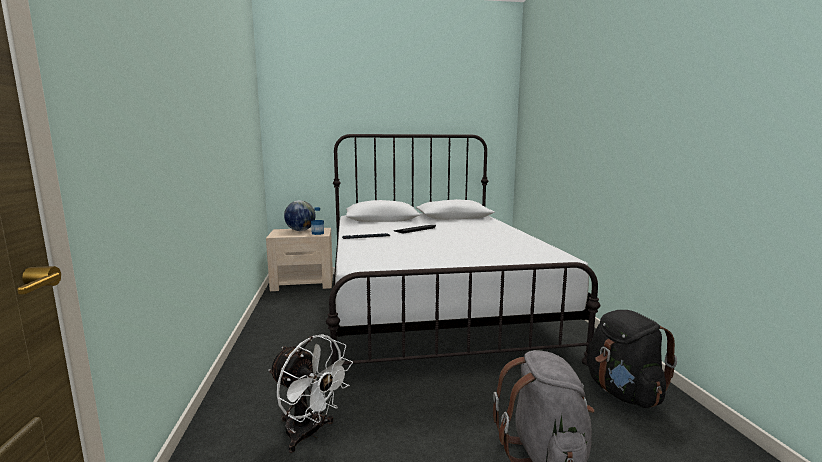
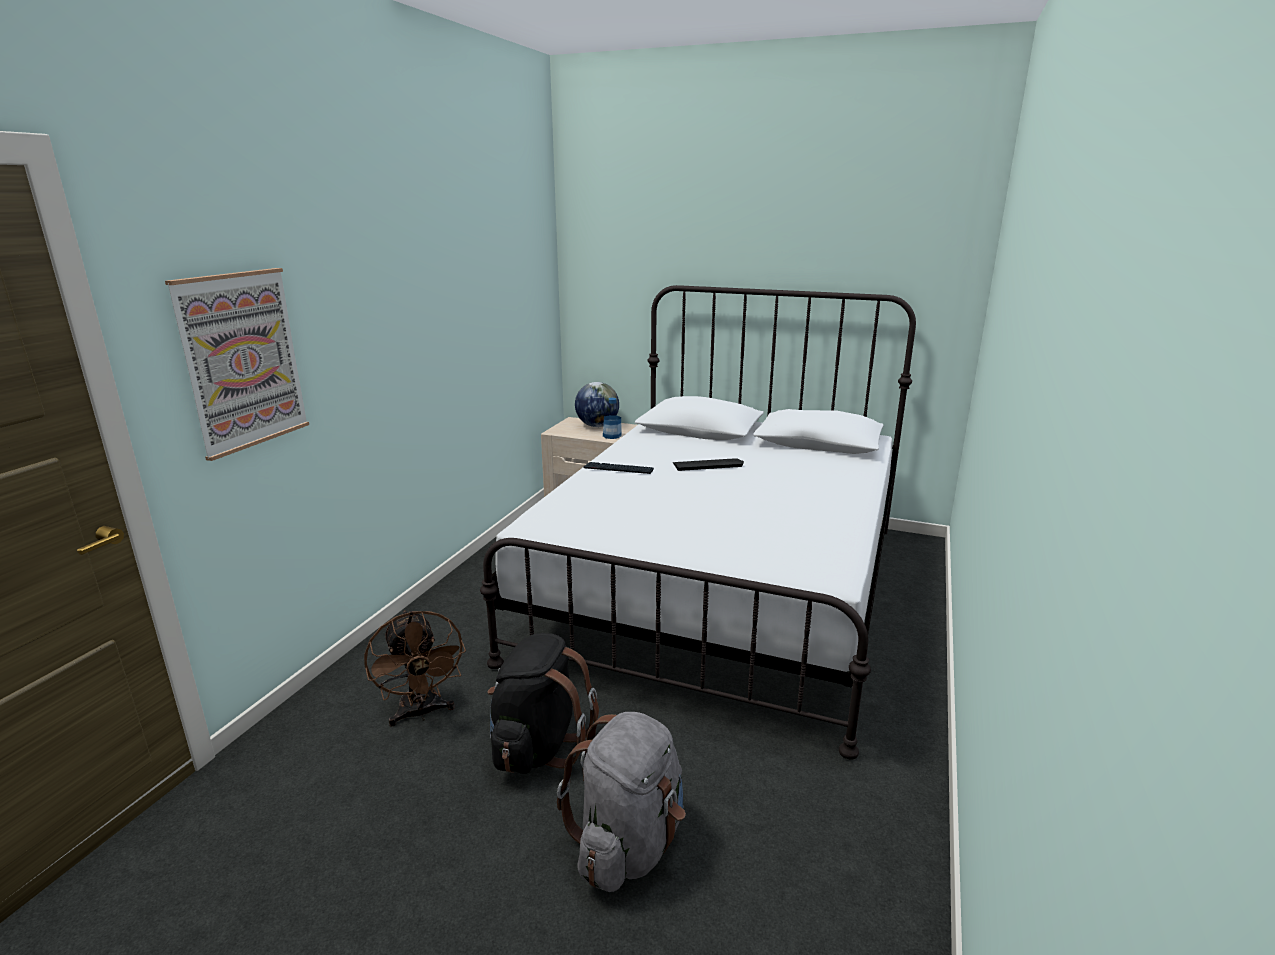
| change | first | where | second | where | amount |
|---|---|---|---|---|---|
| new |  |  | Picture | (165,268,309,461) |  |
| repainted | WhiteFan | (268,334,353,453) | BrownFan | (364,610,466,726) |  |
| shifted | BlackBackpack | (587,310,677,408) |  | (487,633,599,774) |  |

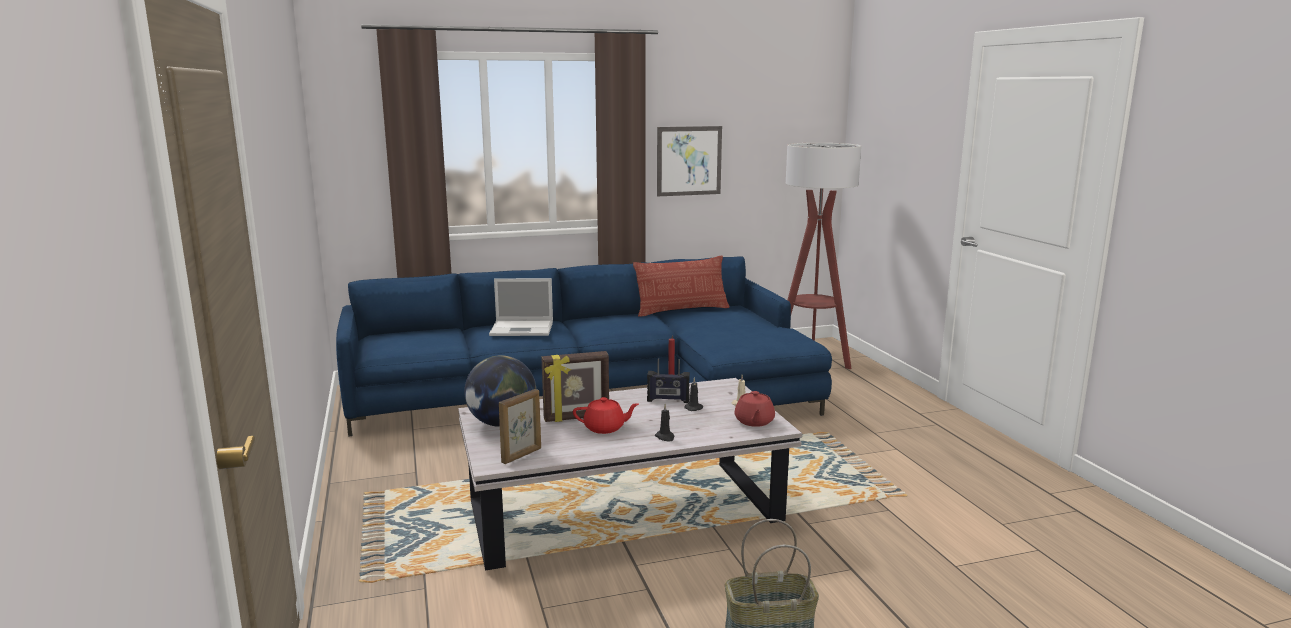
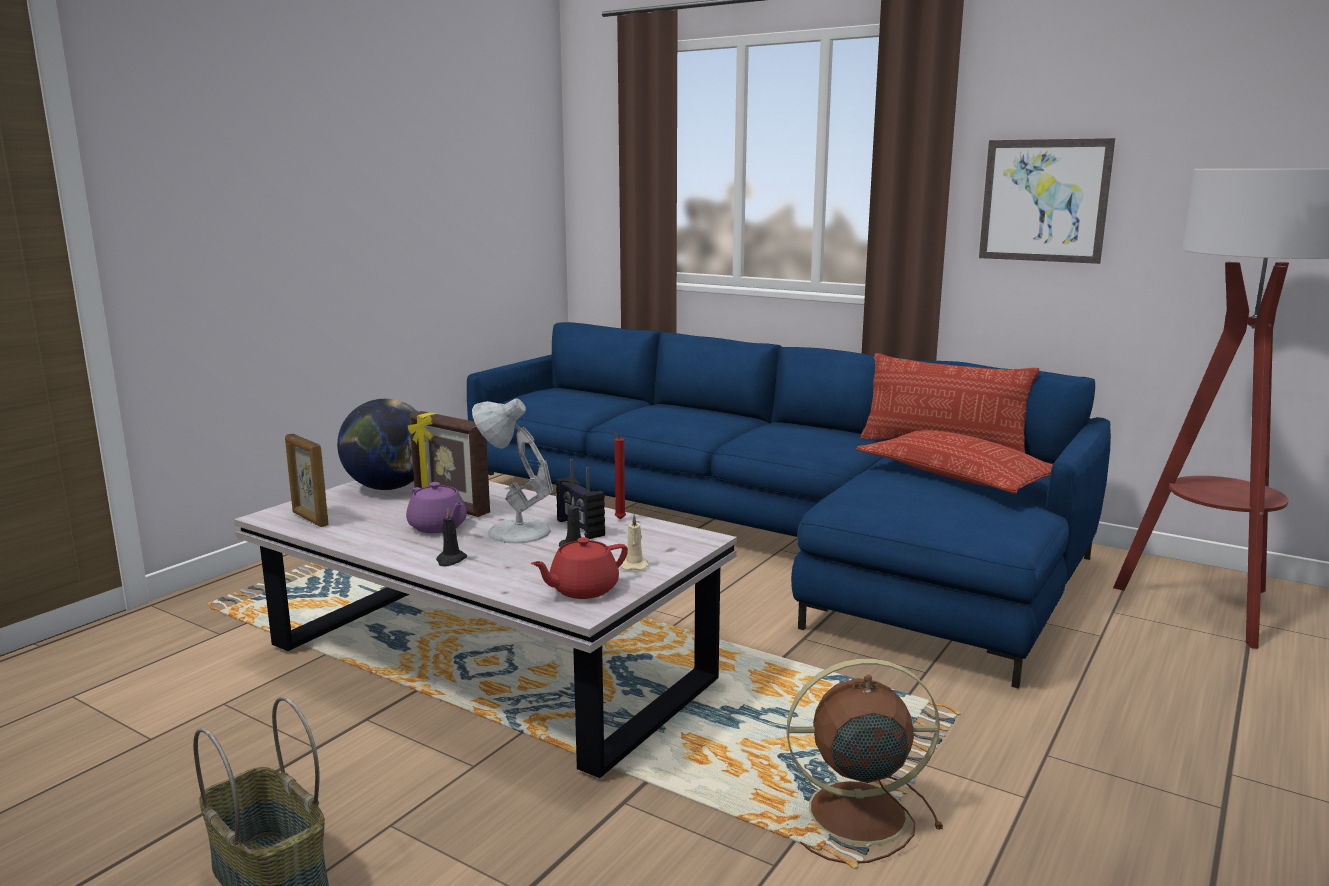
| change | first | where | second | where | amount |
|---|---|---|---|---|---|
| rotated | PictureFrame | (499,389,541,464) |  | (285,433,329,527) | 45 degrees clockwise |
| repainted | RedTeapot | (573,397,639,434) | PurpleTeapot | (406,482,467,533) |  |
| new |  |  | WhiteTableLamp | (472,398,553,544) |  |
| new |  |  | BrownFan | (786,659,943,864) |  |
| new |  |  | Pillow | (856,430,1053,494) |  |
| gone | Laptop | (489,278,553,336) |  |  |  |

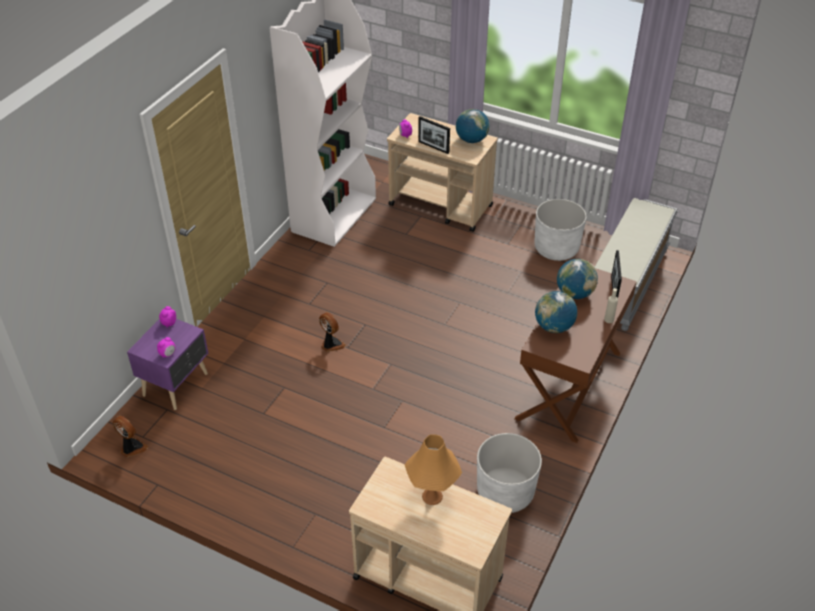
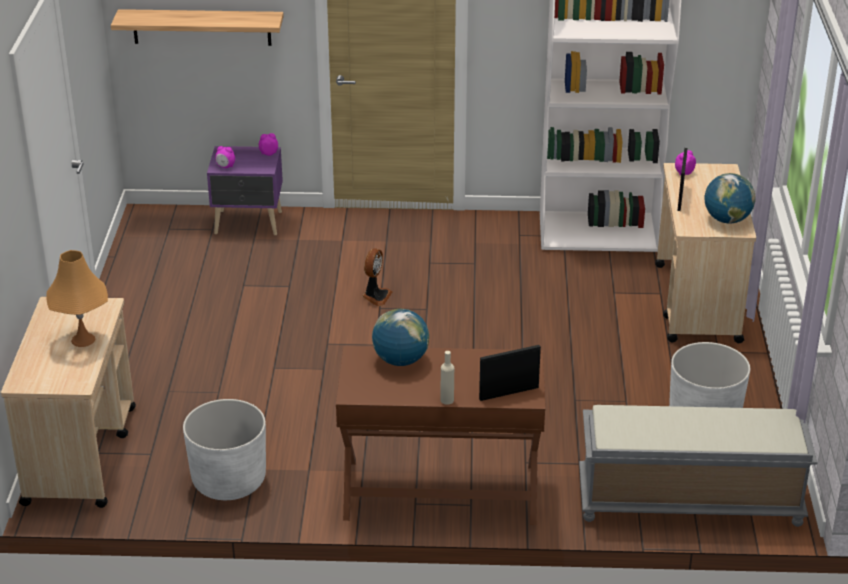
| change | first | where | second | where | amount |
|---|---|---|---|---|---|
| new |  |  | Shelf | (111,9,284,46) |  |
| gone | Fan | (113,416,148,457) |  |  |  |
| gone | Globe | (557,259,598,299) |  |  |  |

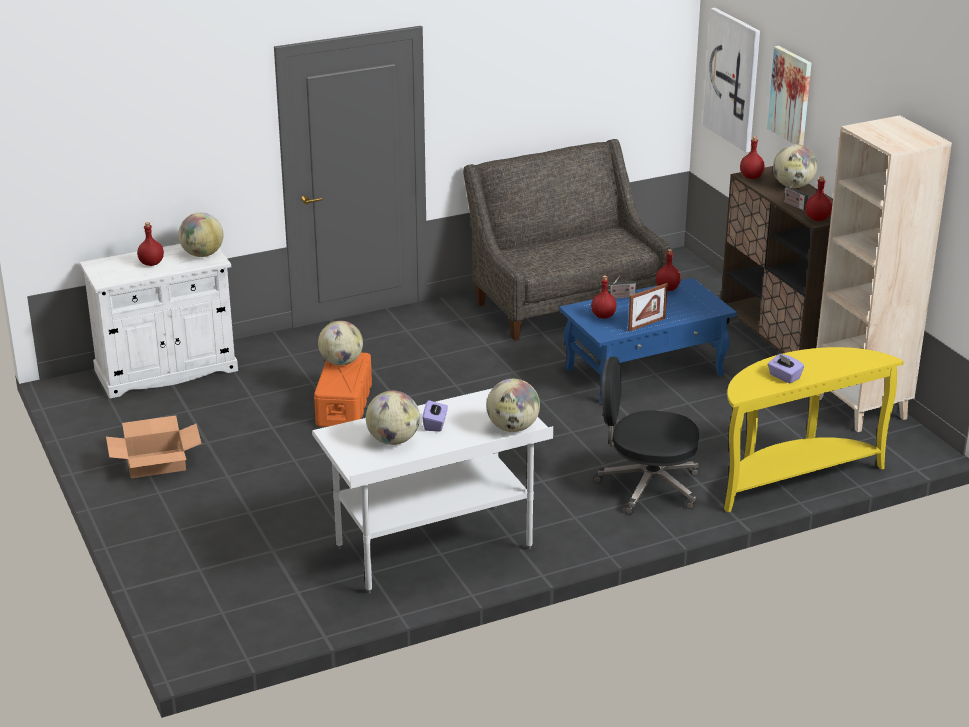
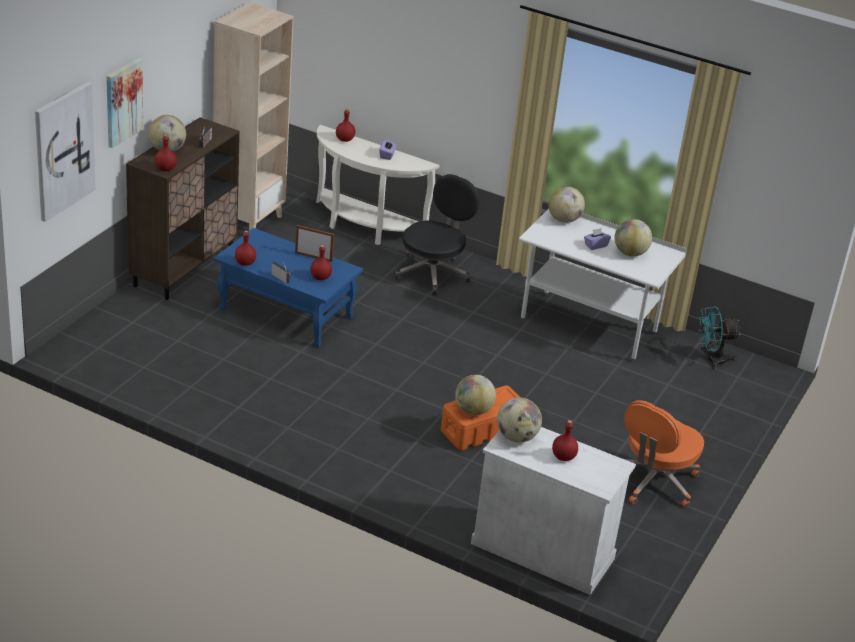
| change | first | where | second | where | amount |
|---|---|---|---|---|---|
| repainted | YellowConsoleTable | (724,347,904,512) | WhiteConsoleTable | (316,125,440,245) |  |
| shifted | RedBottle | (805,176,832,221) |  | (336,109,355,142) |  |
| rotated | BlackOfficeChair | (593,357,699,515) |  | (395,174,479,296) | 120 degrees counterclockwise |
| swapped | CardboardBox | (106,415,202,478) | OrangeOfficeChair | (624,400,704,508) |  |
| new |  |  | TurquoiseFan | (697,306,741,369) |  |
| gone | GreySofa | (463,139,670,341) |  |  |  |

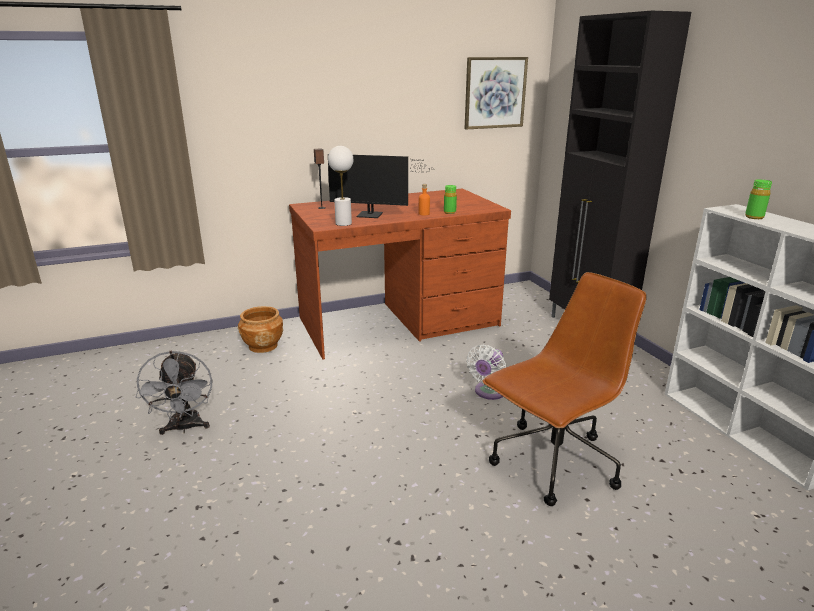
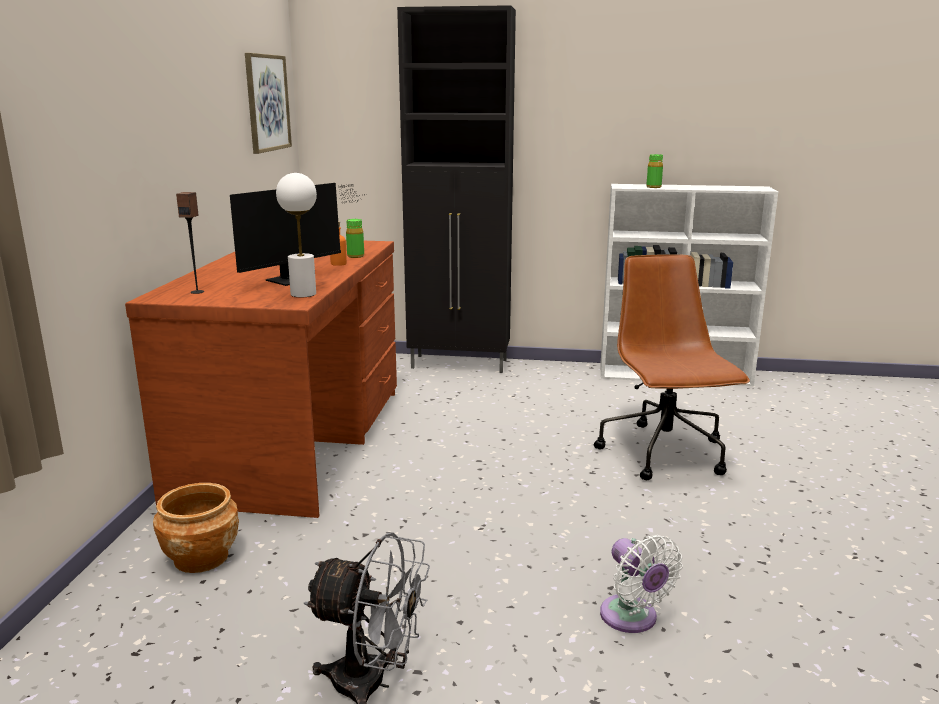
| change | first | where | second | where | amount |
|---|---|---|---|---|---|
| shifted | WhiteFan | (466,344,506,400) |  | (600,535,683,633) |  |

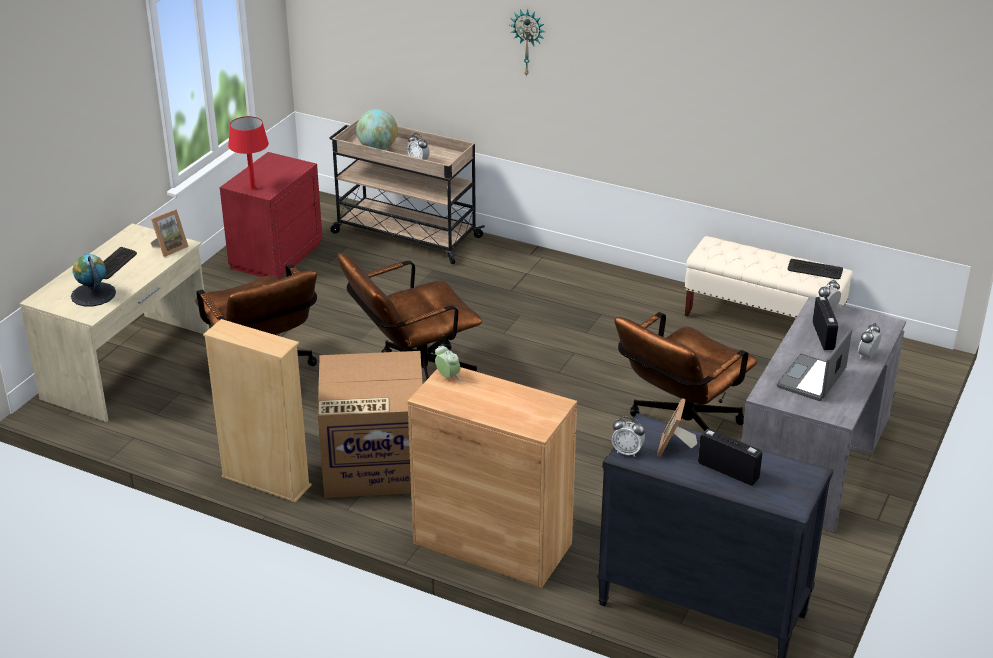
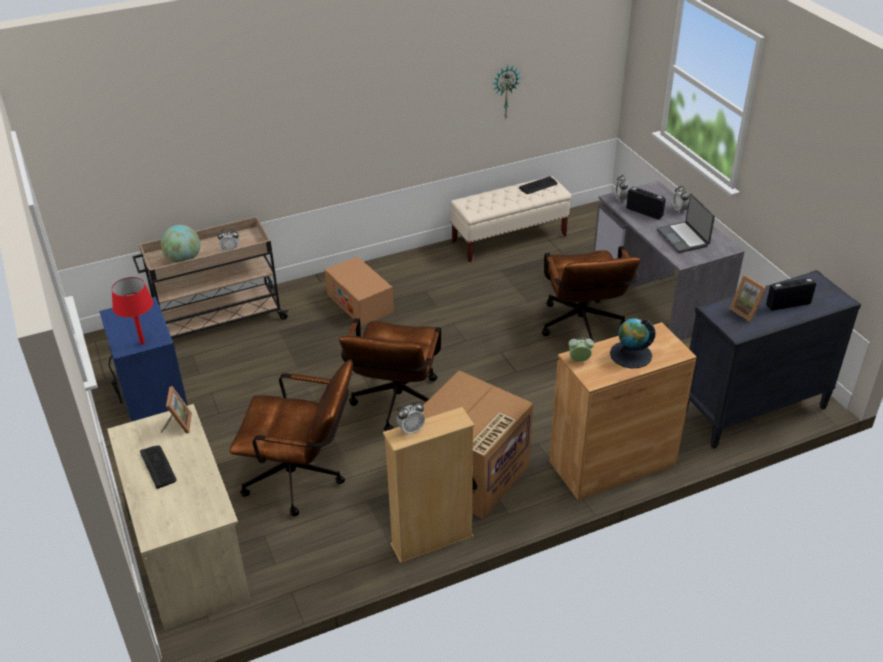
| change | first | where | second | where | amount |
|---|---|---|---|---|---|
| repainted | RedNightstand | (220,152,323,279) | BlueNightstand | (99,297,188,422) |  |
| new |  |  | CardboardBox | (325,256,394,326) |  |
| shifted | AlarmClock | (612,416,645,457) |  | (396,401,425,436) |  |
| shifted | WallClock | (510,9,545,77) |  | (493,66,520,118) |  |
| shifted | Globe | (71,254,116,306) |  | (610,318,656,369) |  |

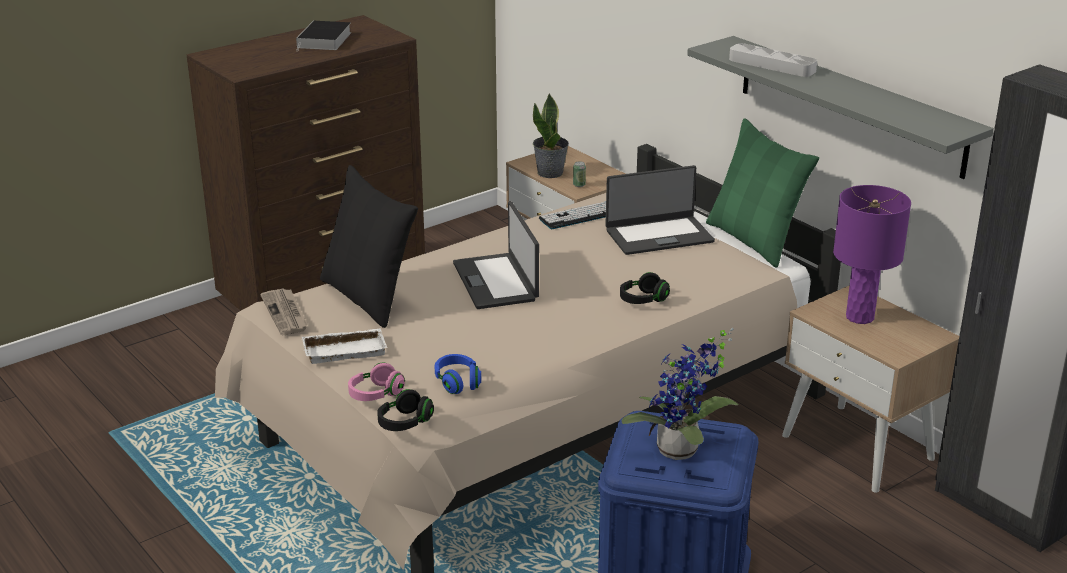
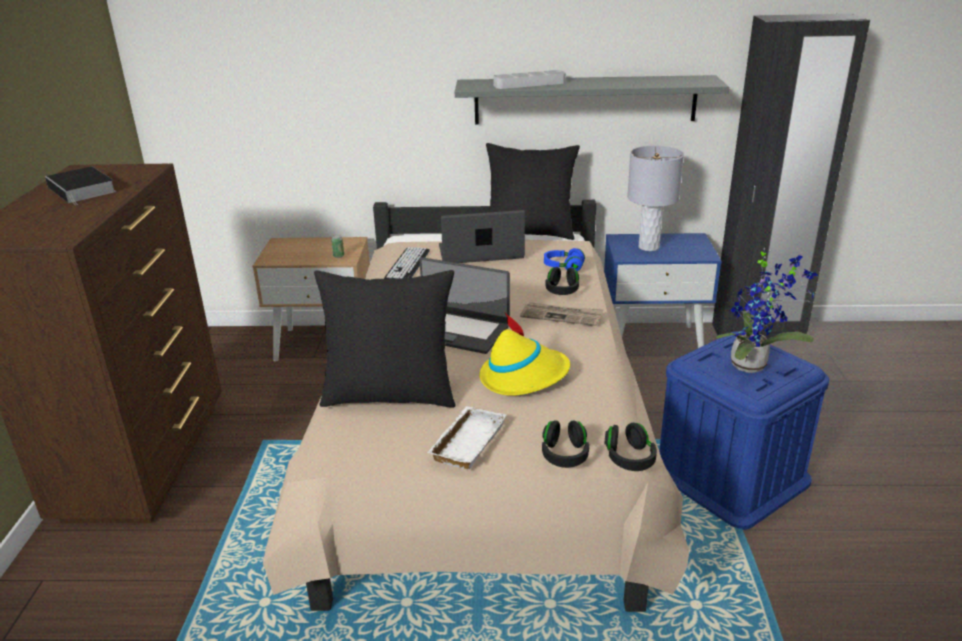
| change | first | where | second | where | amount |
|---|---|---|---|---|---|
| rotated | Laptop | (605,165,715,255) |  | (439,210,525,263) | 120 degrees counterclockwise |
| new |  |  | YellowHat | (480,313,570,396) |  |
| repainted | GreenPillow | (706,118,819,267) | BlackPillow | (486,143,580,240) |  |
| shifted | Newspaper | (260,289,308,335) |  | (520,302,604,326) |  |
| repainted | PinkHeadphones | (348,362,405,401) | BlackHeadphones | (542,420,589,468) |  |
| shifted | BlueHeadphones | (435,354,481,394) |  | (544,248,585,272) |  |
| repainted | BeigeNightstand | (782,285,959,493) | BlueNightstand | (604,233,722,348) |  |
| repainted | PurpleTableLamp | (833,185,911,324) | GreyTableLamp | (627,146,684,251) |  |
| gone | PottedPlant | (533,93,569,178) |  |  |  |

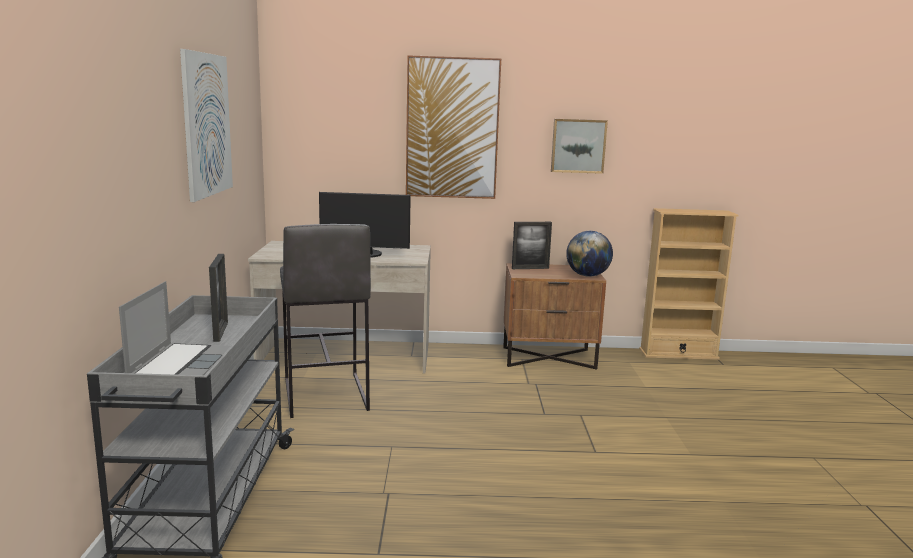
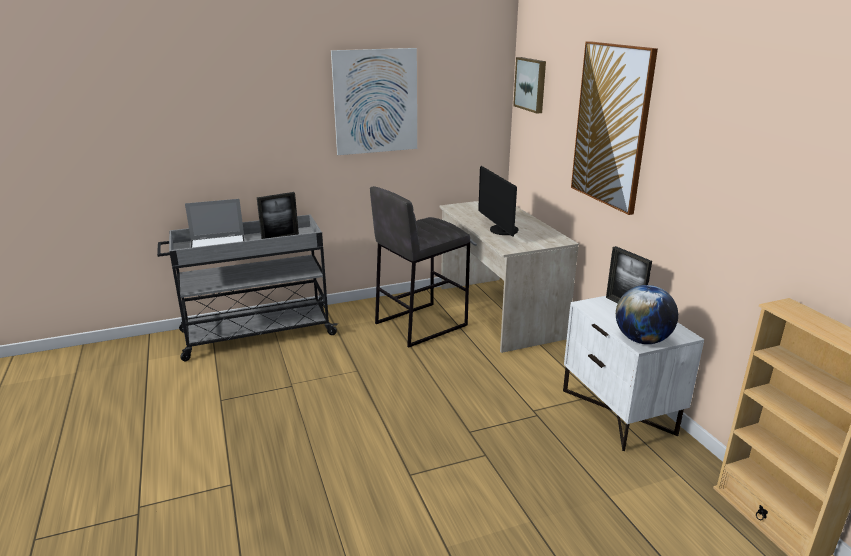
| change | first | where | second | where | amount |
|---|---|---|---|---|---|
| shifted | Picture | (551,119,608,174) |  | (513,57,546,114) |  |
| repainted | BrownNightstand | (503,263,606,370) | WhiteNightstand | (563,296,704,451) |  |

